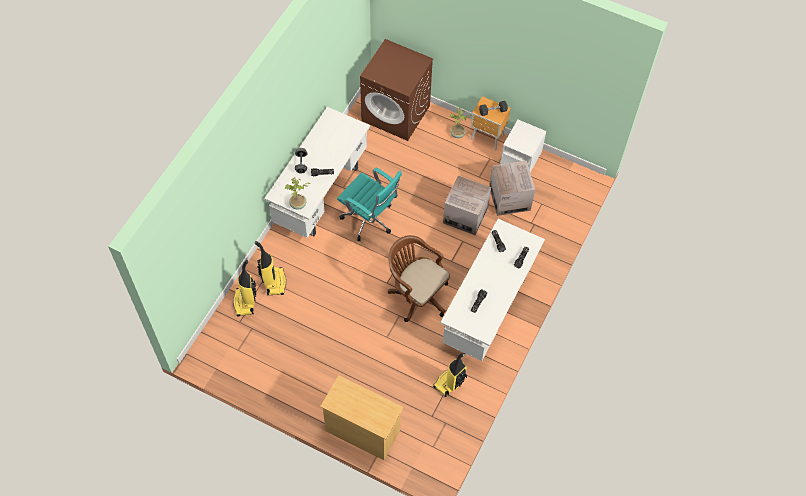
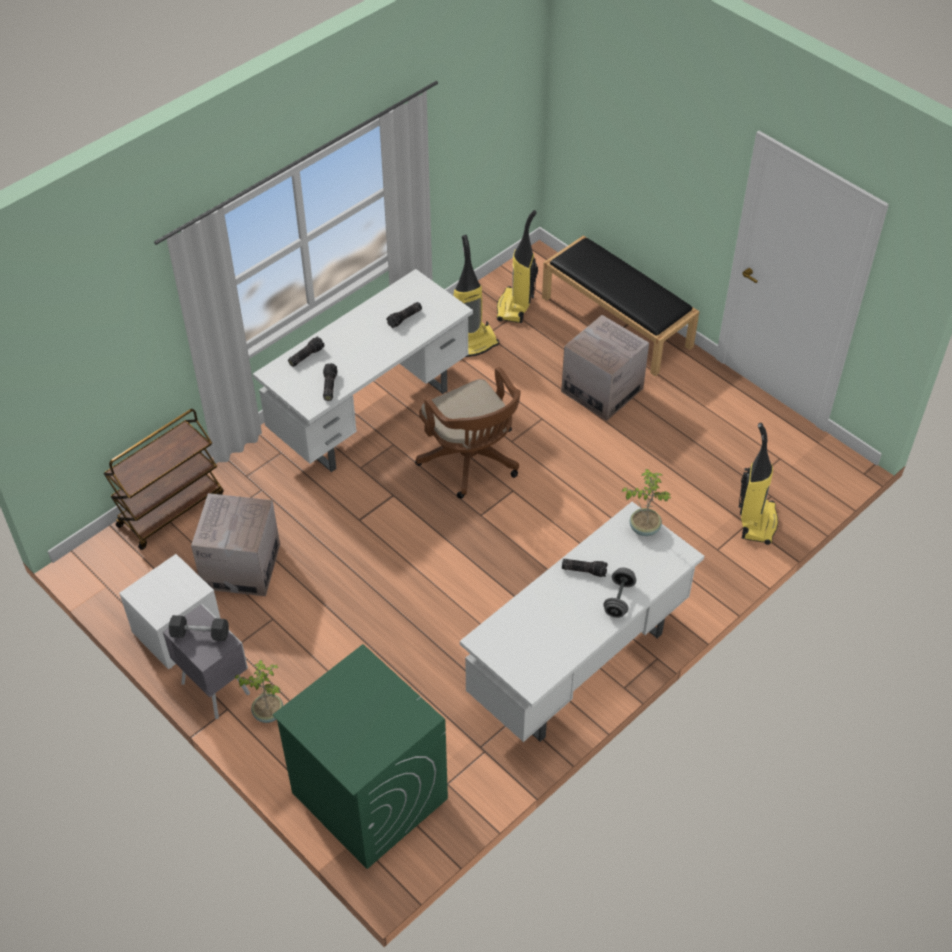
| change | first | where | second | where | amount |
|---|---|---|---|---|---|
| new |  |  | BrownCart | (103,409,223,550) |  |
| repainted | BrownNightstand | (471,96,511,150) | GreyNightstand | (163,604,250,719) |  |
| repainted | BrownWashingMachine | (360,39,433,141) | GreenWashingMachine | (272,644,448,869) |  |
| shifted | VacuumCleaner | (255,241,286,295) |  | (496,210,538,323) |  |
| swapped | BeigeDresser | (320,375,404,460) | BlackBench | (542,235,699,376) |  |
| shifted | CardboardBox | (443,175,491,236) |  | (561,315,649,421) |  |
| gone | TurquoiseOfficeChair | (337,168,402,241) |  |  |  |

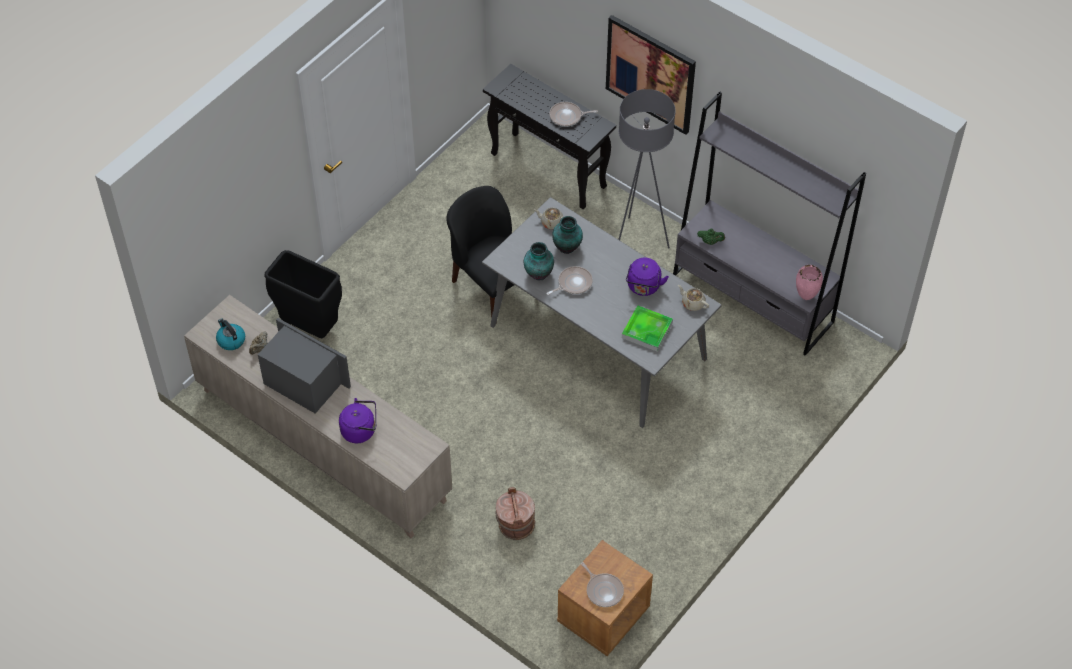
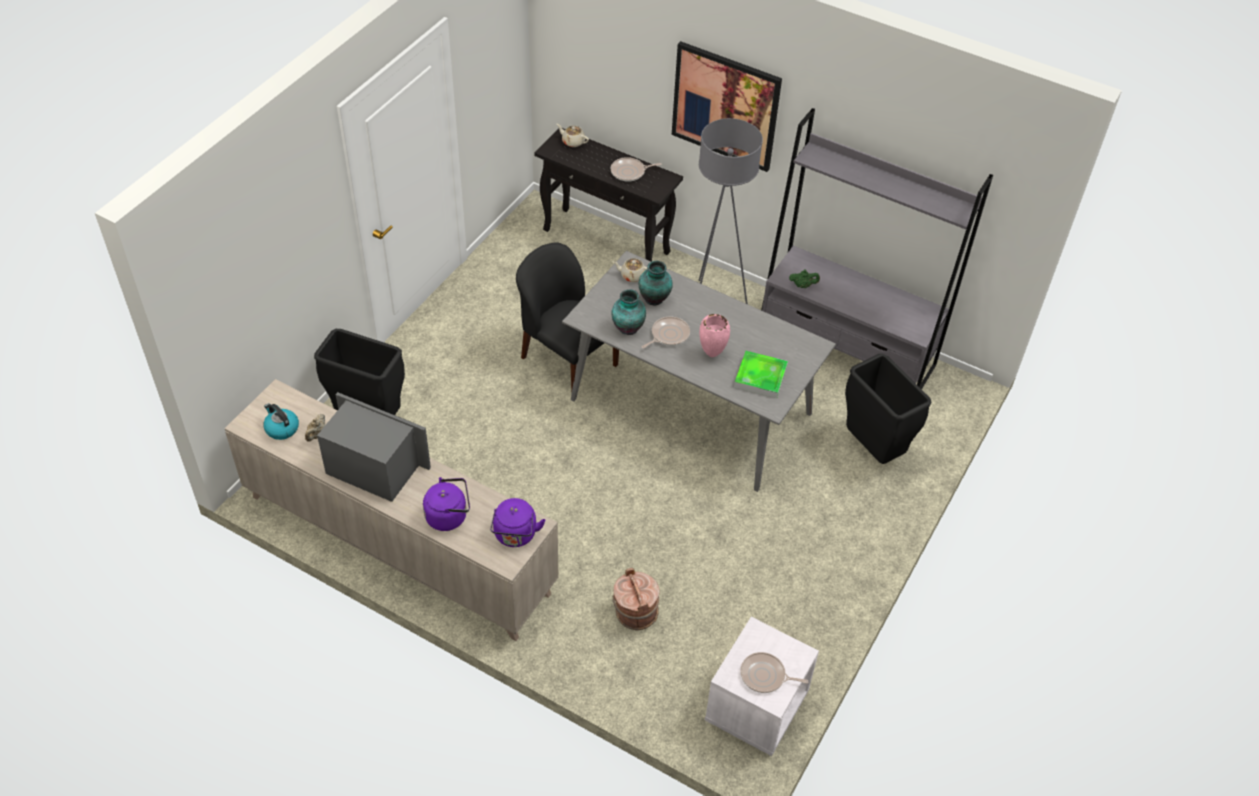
| change | first | where | second | where | amount |
|---|---|---|---|---|---|
| shifted | PurpleKettle | (626,258,669,296) |  | (490,498,545,547) |  |
| shifted | BeigeTeapot | (678,285,709,311) |  | (557,124,589,147) |  |
| shifted | PinkVase | (796,265,823,300) |  | (699,314,730,357) |  |
| repainted | BrownNightstand | (557,540,653,656) | WhiteNightstand | (705,617,819,756) |  |
| rotated | FryingPan | (581,562,624,607) |  | (740,652,808,693) | 150 degrees clockwise |
| new |  |  | BlackTrashCan | (845,354,932,464) |  |

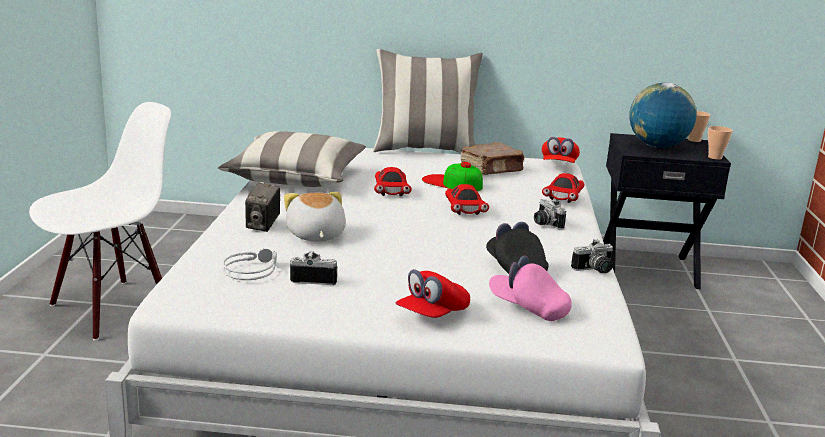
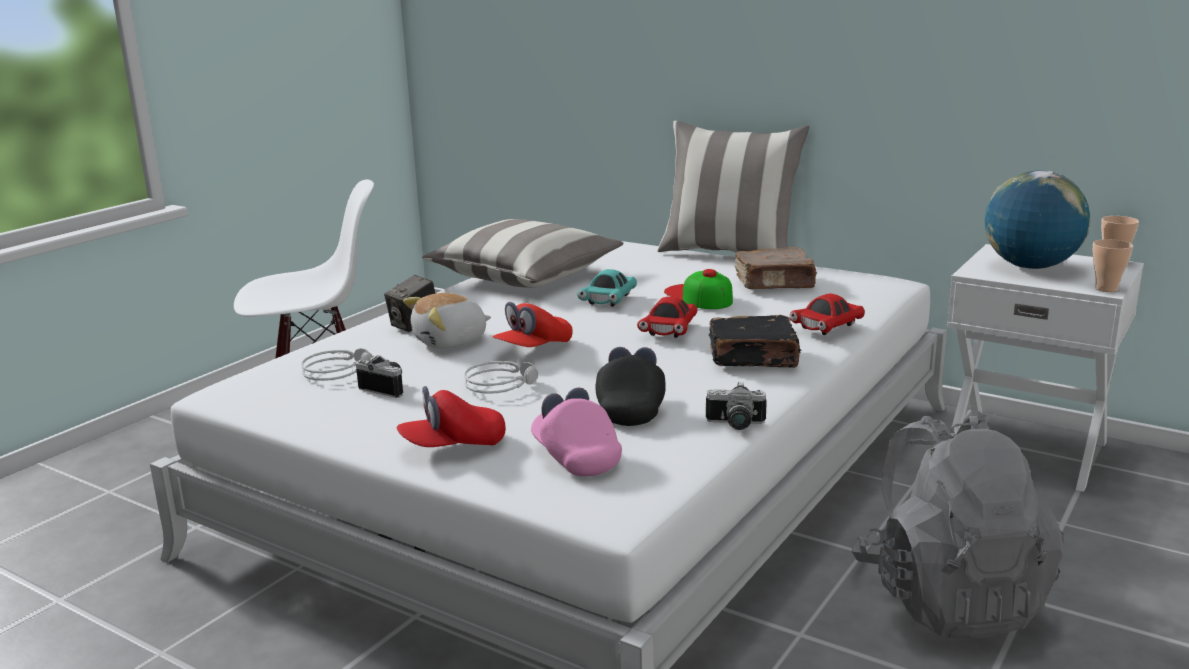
| change | first | where | second | where | amount |
|---|---|---|---|---|---|
| rotated | PlushToy | (284,192,346,241) |  | (403,293,491,349) | 135 degrees counterclockwise |
| new |  |  | GreyHeadphones | (464,361,538,394) |  |
| shifted | RedCap | (542,137,580,163) |  | (493,302,572,347) |  |
| repainted | RedToyCar | (374,167,412,196) | TurquoiseToyCar | (577,269,637,307) |  |
| swapped | PhotoCamera | (534,199,567,230) | BlackBook | (709,315,801,367) |  |
| new |  |  | GreyBackpack | (852,412,1064,638) |  |
| repainted | BlackNightstand | (603,133,731,289) | WhiteNightstand | (947,244,1144,492) |  |

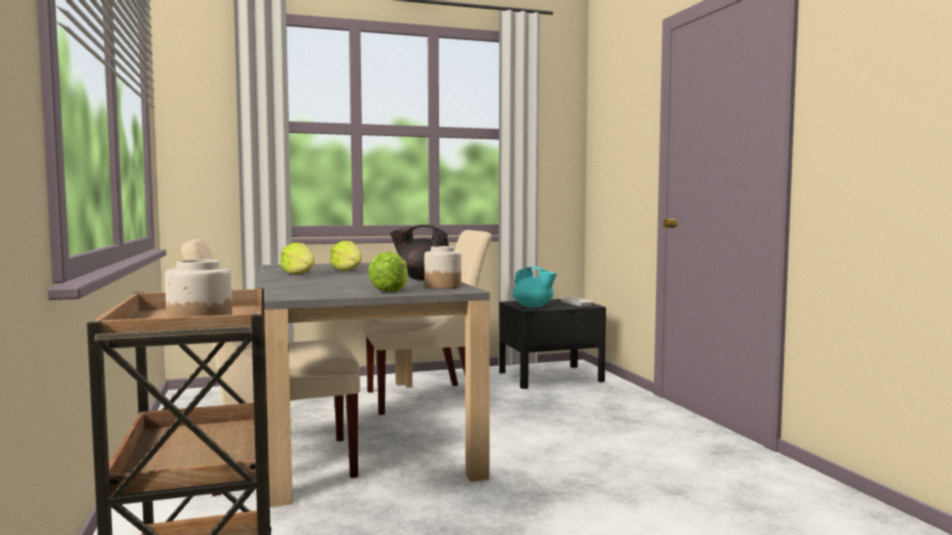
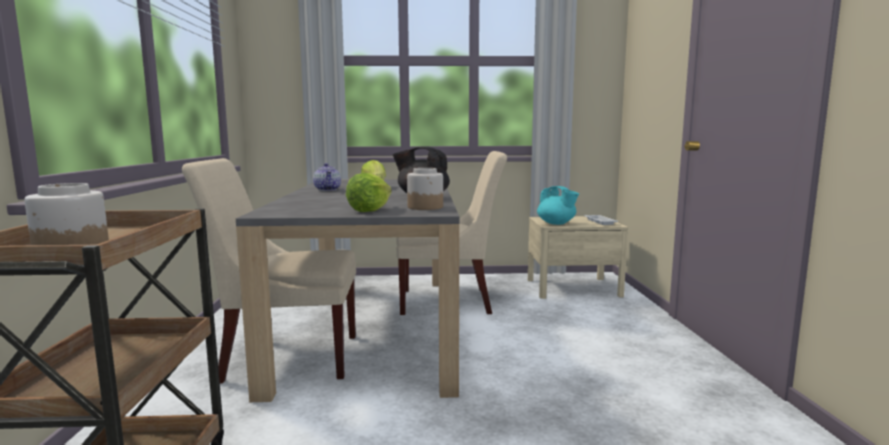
| change | first | where | second | where | amount |
|---|---|---|---|---|---|
| swapped | Lettuce | (280,242,315,275) | Teapot | (313,163,341,191) |  |
| repainted | BlackNightstand | (499,299,606,389) | BeigeNightstand | (528,216,628,299) |  |

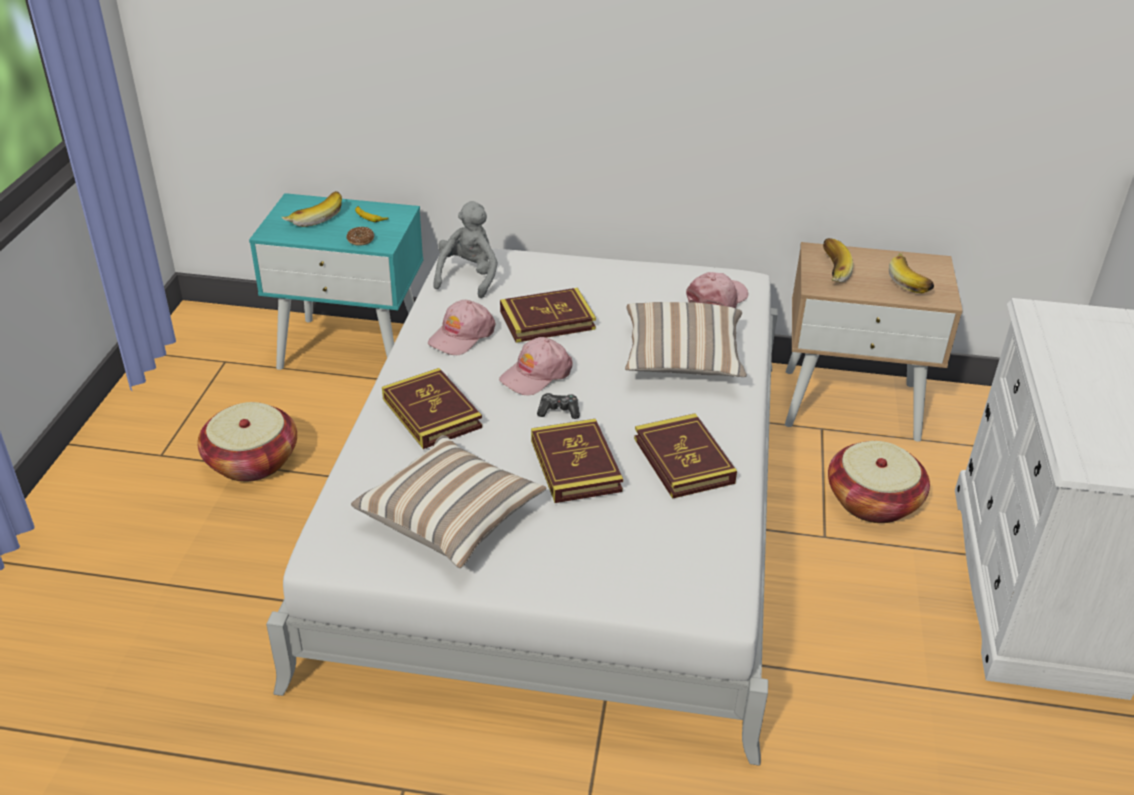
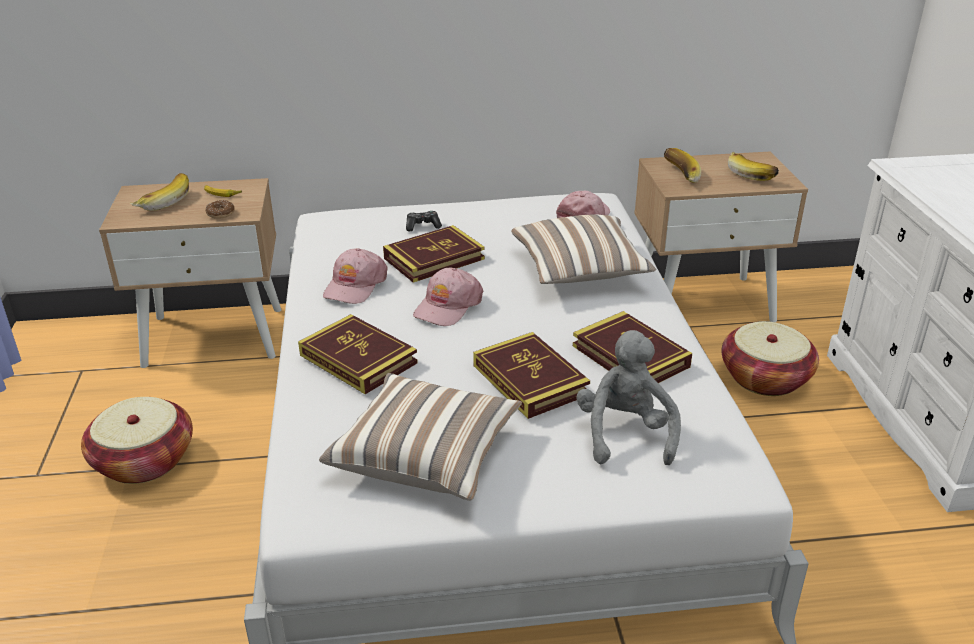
| change | first | where | second | where | amount |
|---|---|---|---|---|---|
| repainted | TurquoiseNightstand | (249,193,423,370) | BeigeNightstand | (99,178,281,368) |  |
| shifted | GameController | (537,393,580,419) |  | (406,211,442,231) |  |
| shifted | GreyPlushToy | (433,201,498,298) |  | (576,330,681,465) |  |

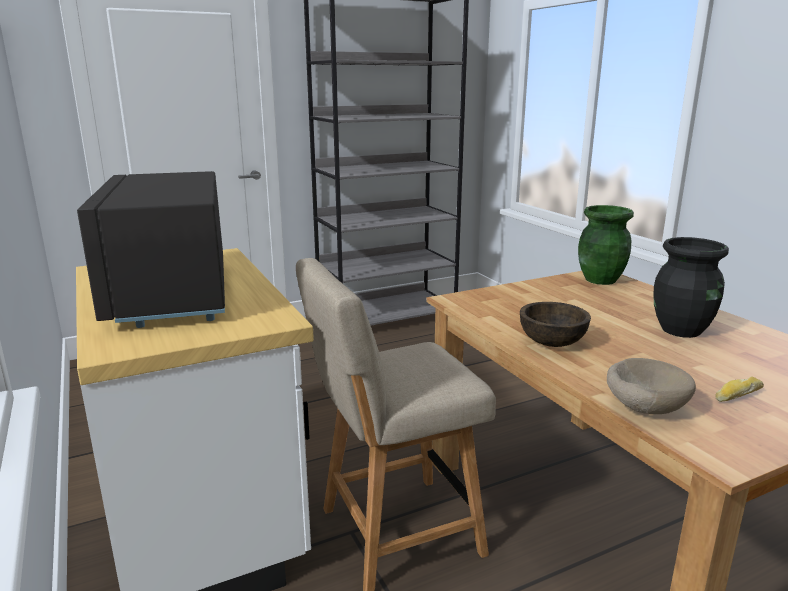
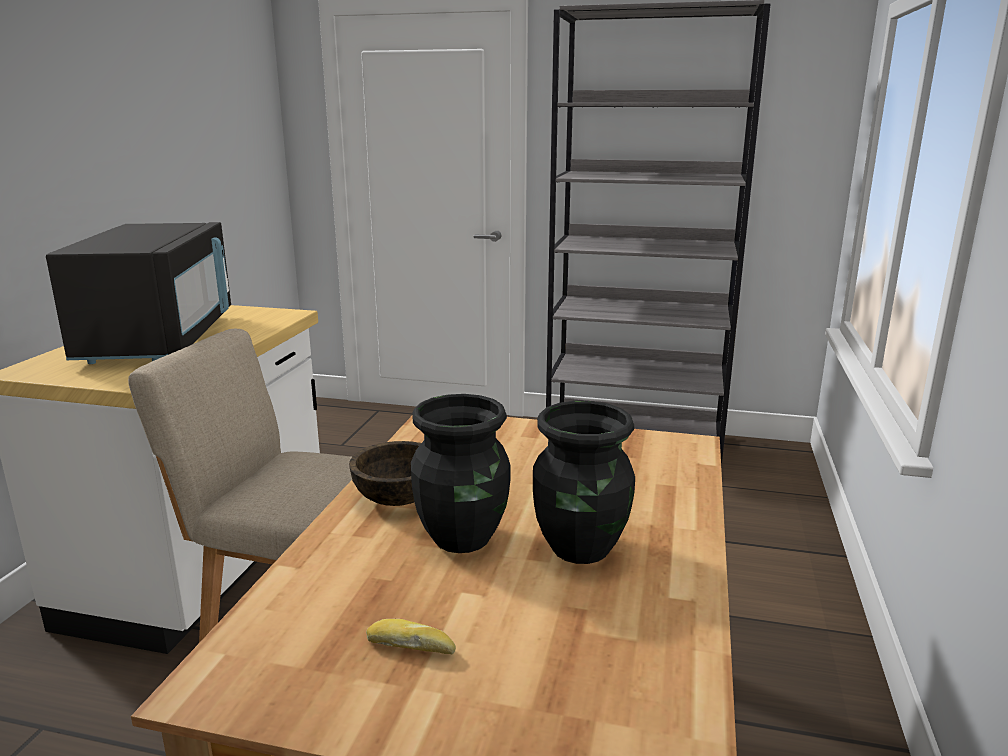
| change | first | where | second | where | amount |
|---|---|---|---|---|---|
| rotated | BlackMicrowave | (77,171,225,328) |  | (46,222,231,364) | 150 degrees clockwise |
| new |  |  | BlackVase | (411,394,511,553) |  |
| gone | GreenVase | (578,205,634,285) |  |  |  |
| gone | BeigeBowl | (607,358,696,414) |  |  |  |

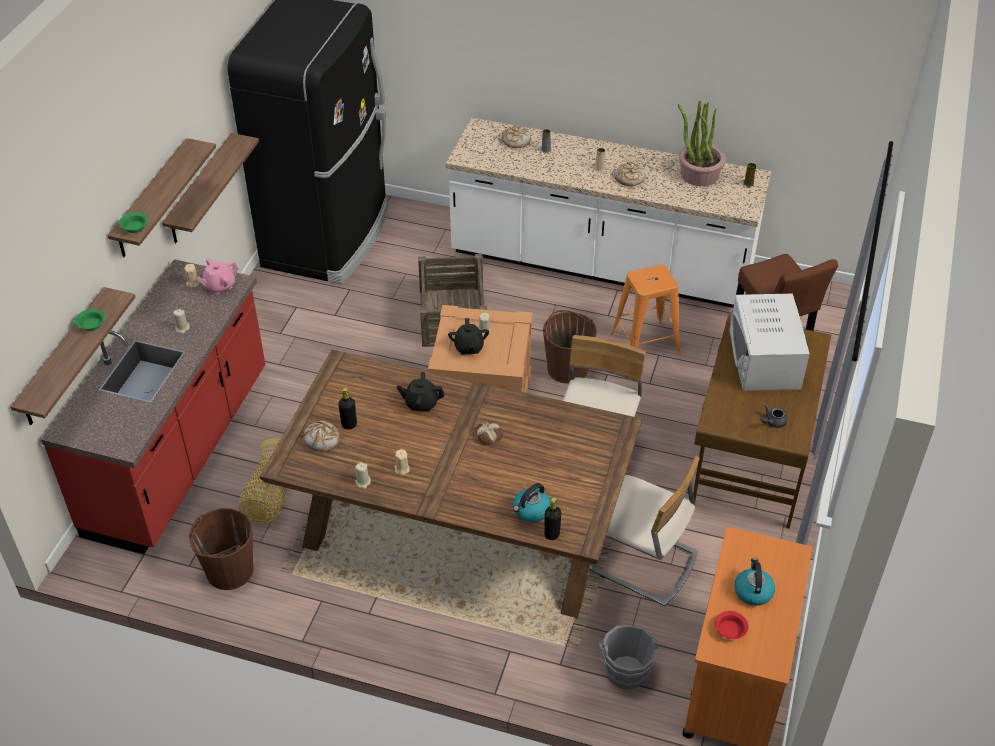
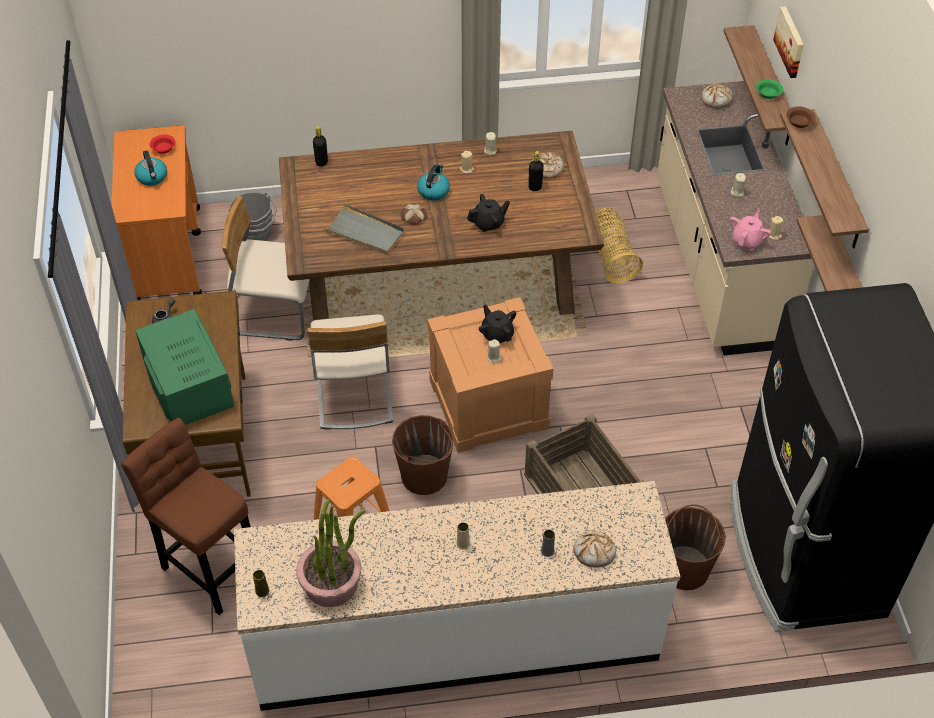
| change | first | where | second | where | amount |
|---|---|---|---|---|---|
| repainted | WhiteMicrowave | (729,294,810,391) | GreenMicrowave | (135,309,234,425) |  |
| new |  |  | GreyTray | (323,203,405,255) |  |
| shifted | Kettle | (513,483,551,523) |  | (417,164,450,200) |  |
| repainted | RedCounter | (41,259,265,554) | BeigeCounter | (657,81,814,356) |  |
| shifted | BrownBucket | (189,508,254,590) |  | (665,504,726,590) |  |
| shifted | Bread | (614,162,646,186) |  | (701,84,734,108) |  |
| new |  |  | Picture | (773,6,804,78) |  |
| repainted | GreenBowl | (119,212,148,233) | BrownBowl | (786,106,816,128) |  |

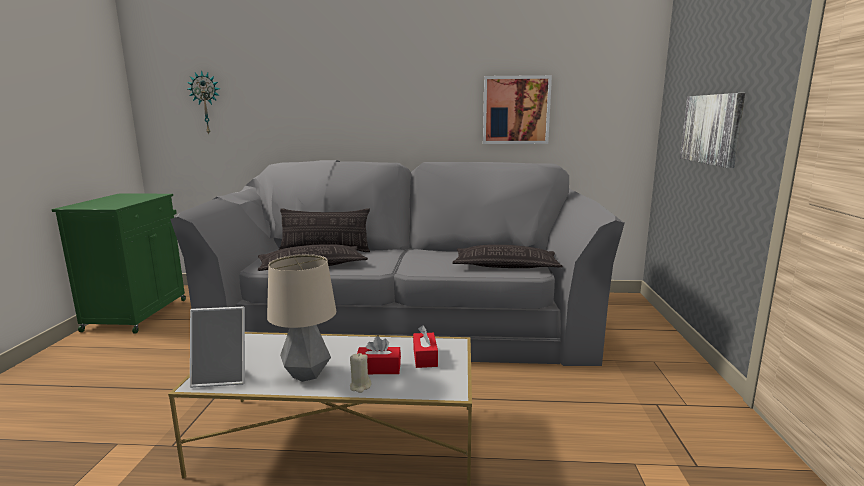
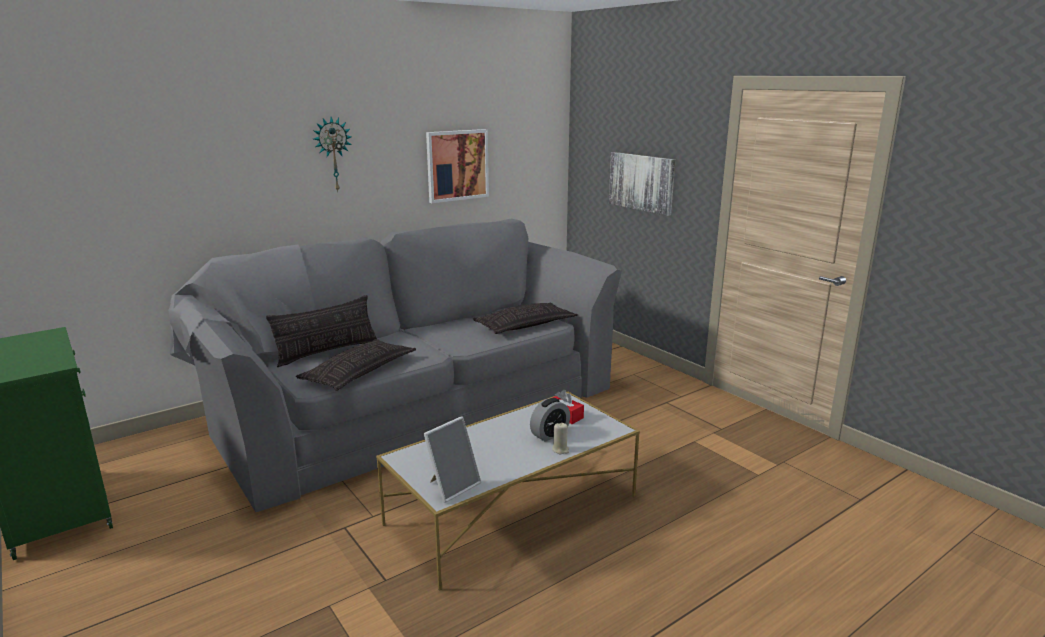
| change | first | where | second | where | amount |
|---|---|---|---|---|---|
| shifted | WallClock | (187,70,220,134) |  | (313,117,352,192) |  |
| swapped | RedTissueBox | (357,336,401,374) | AlarmClock | (530,398,570,442) |  |
| gone | TableLamp | (267,254,336,382) |  |  |  |

